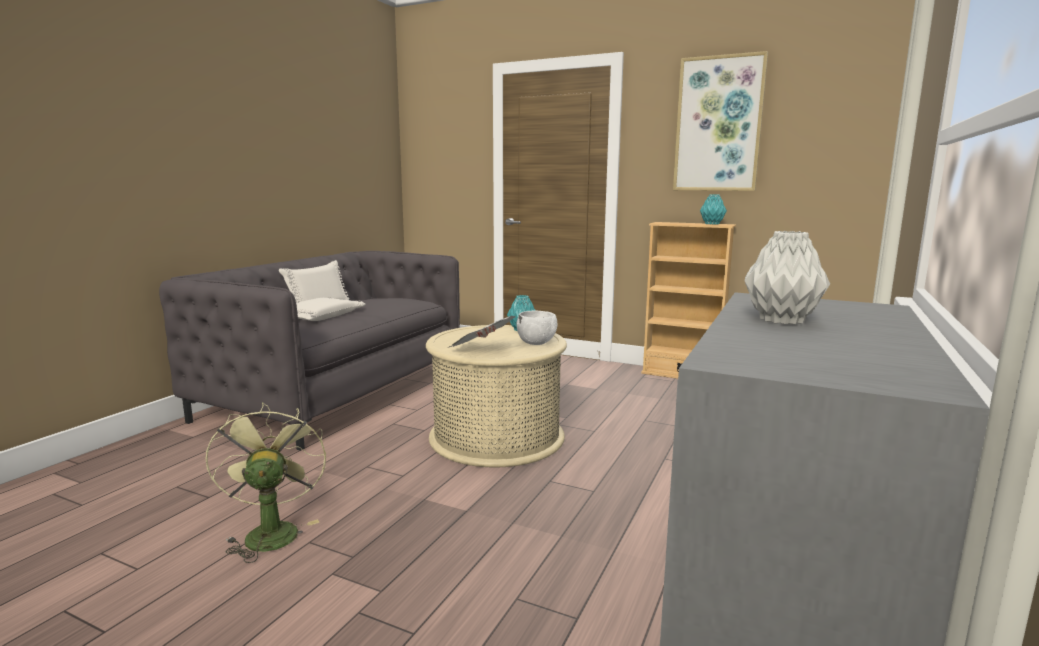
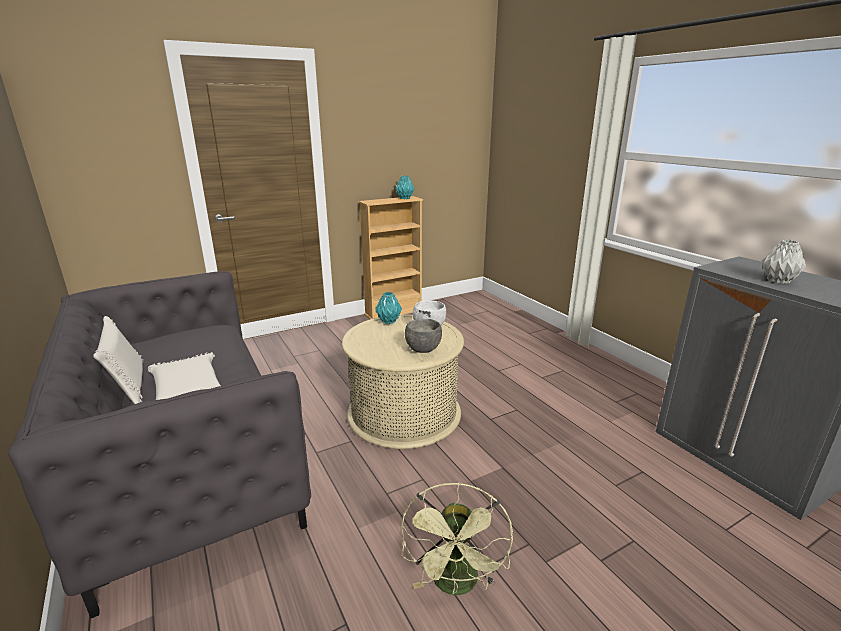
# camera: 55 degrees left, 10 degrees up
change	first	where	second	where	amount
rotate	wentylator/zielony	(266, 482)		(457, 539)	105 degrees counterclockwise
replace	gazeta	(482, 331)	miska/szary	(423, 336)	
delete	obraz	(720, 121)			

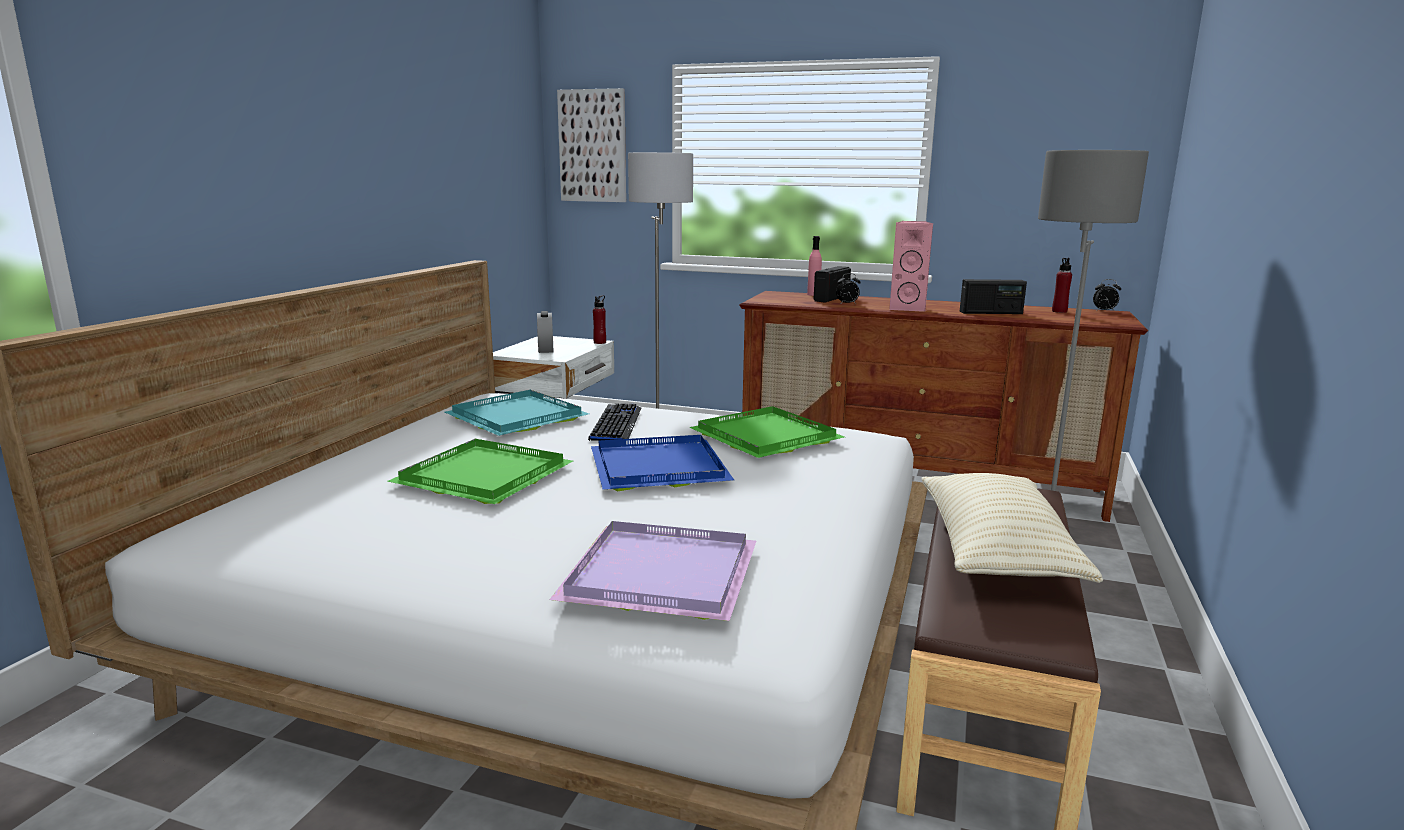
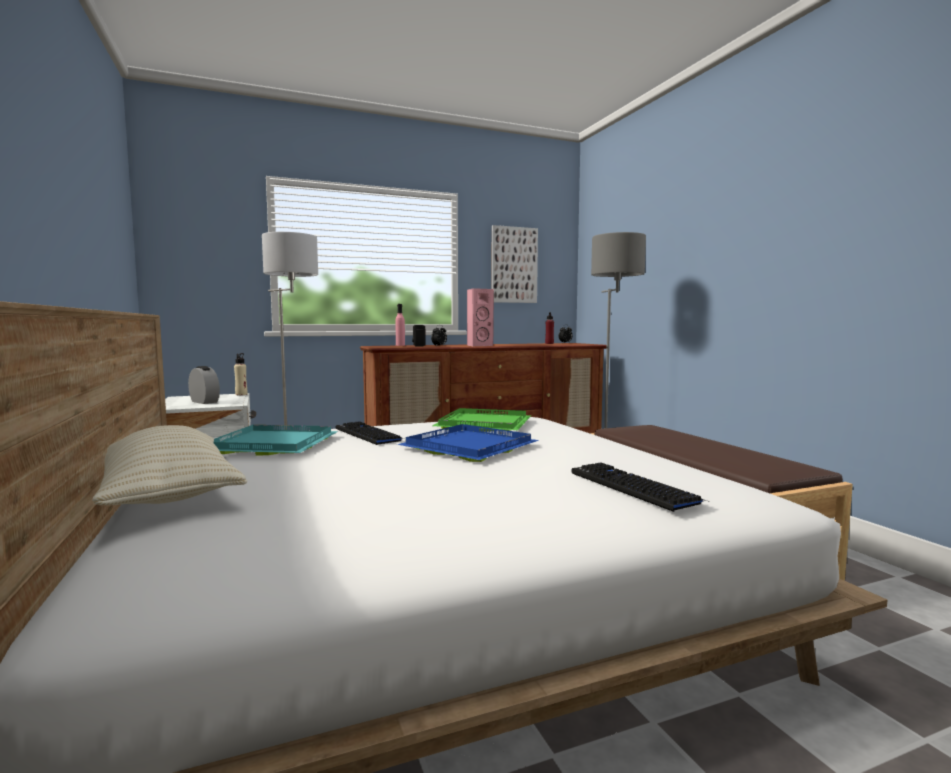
# camera: 40 degrees left, 10 degrees down
change	first	where	second	where	amount
delete	taca/zielony	(480, 471)			
replace	taca/fioletowy	(652, 571)	klawiatura	(639, 487)	
move	obraz	(591, 145)		(514, 264)	
recolor	butelka/czerwony	(599, 319)	butelka/beżowy	(241, 374)	
move	poduszka/beżowy	(1012, 528)		(169, 465)	
delete	radio	(993, 296)			

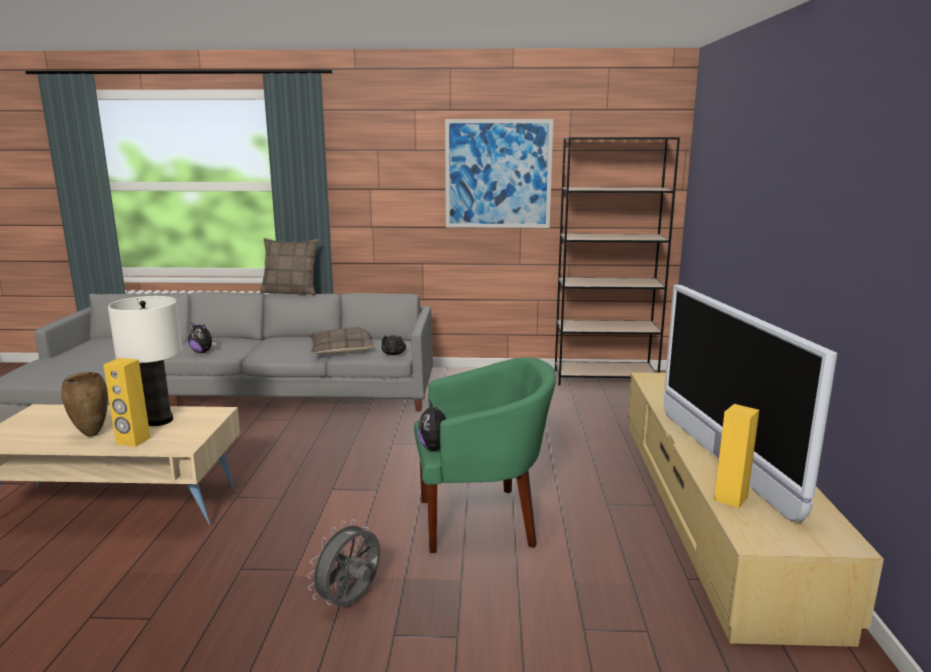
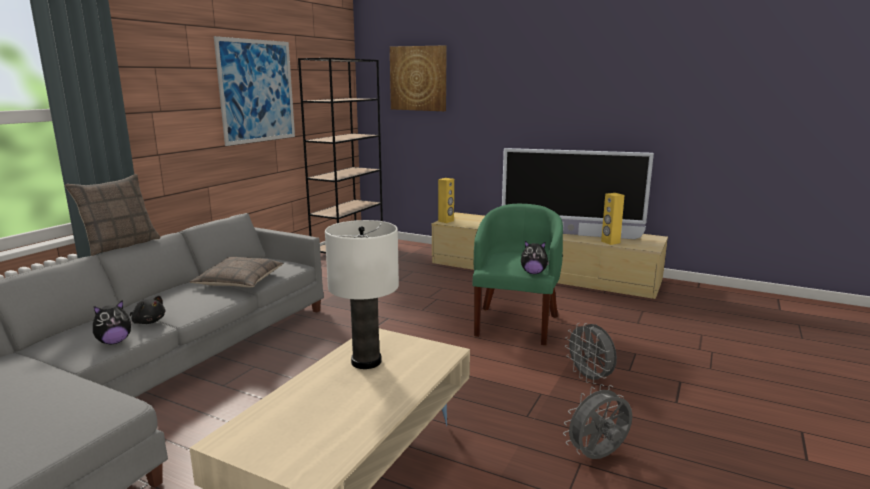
# camera: 65 degrees left, 0 degrees up
change	first	where	second	where	amount
delete	wazon/brązowy	(84, 404)			
move	głośnik/żółty	(127, 402)		(446, 200)	
move	pluszak/czarny	(393, 345)		(147, 310)	
insert			obraz	(418, 78)	
insert			wentylator/szary	(597, 421)	

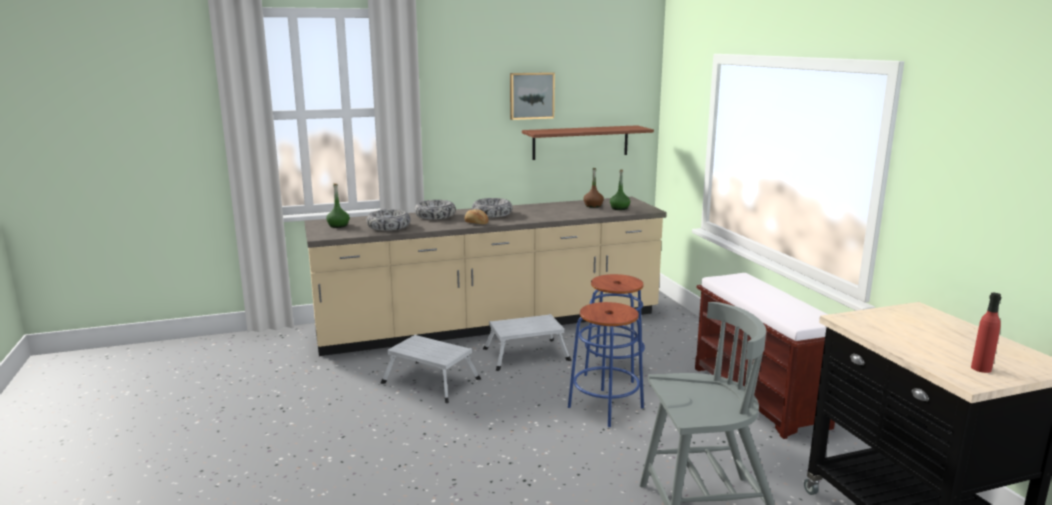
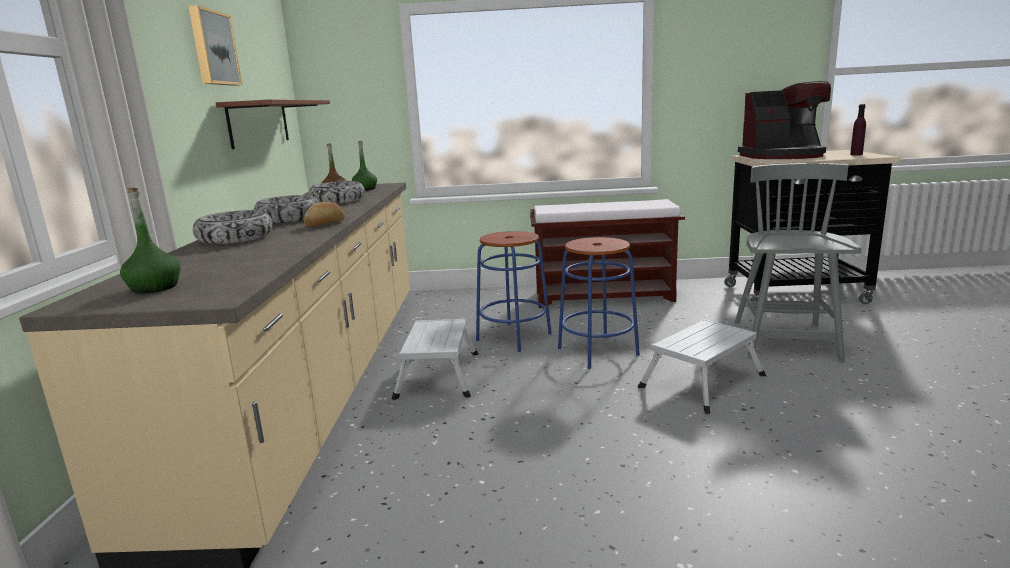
# camera: 70 degrees left, 0 degrees up
change	first	where	second	where	amount
move	miska	(388, 220)		(337, 192)	
move	drabinka/biały	(430, 369)		(702, 366)	
recolor	butelka/czerwony	(986, 333)	butelka/fioletowy	(858, 130)	
insert			ekspres do kawy	(784, 120)	

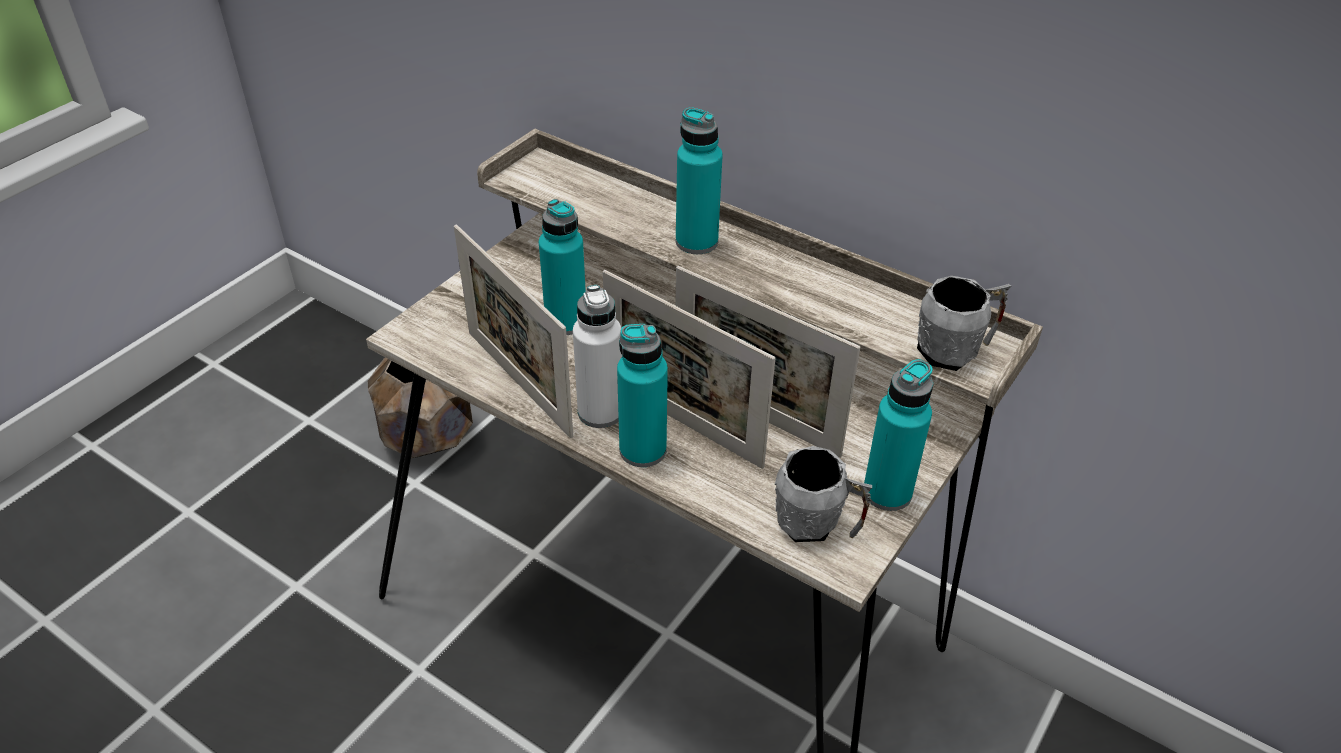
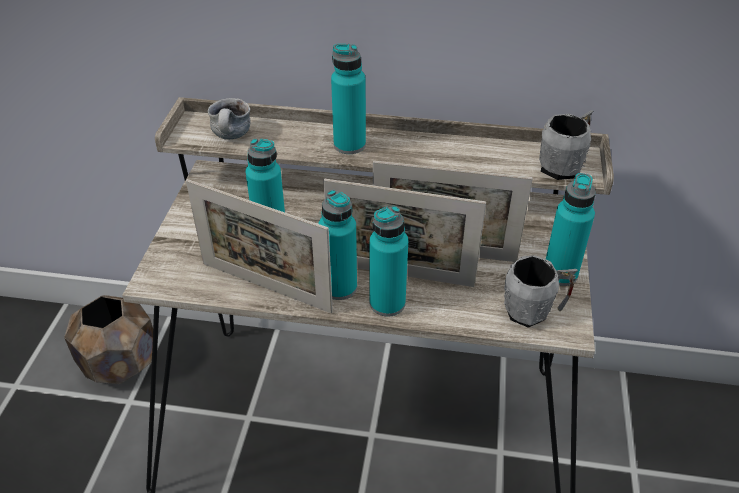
# camera: 25 degrees left, 0 degrees up
change	first	where	second	where	amount
recolor	butelka/biały	(597, 356)	butelka/turkusowy	(337, 245)	
insert			kubek	(229, 118)	

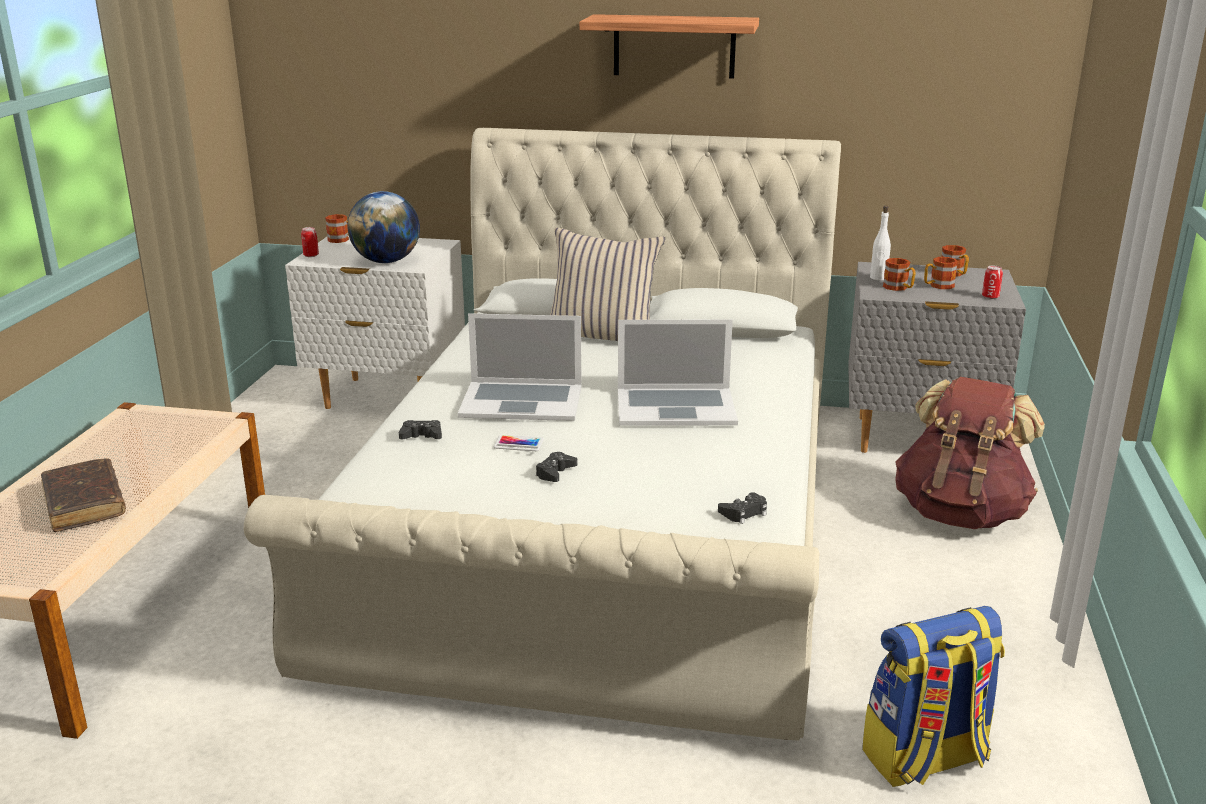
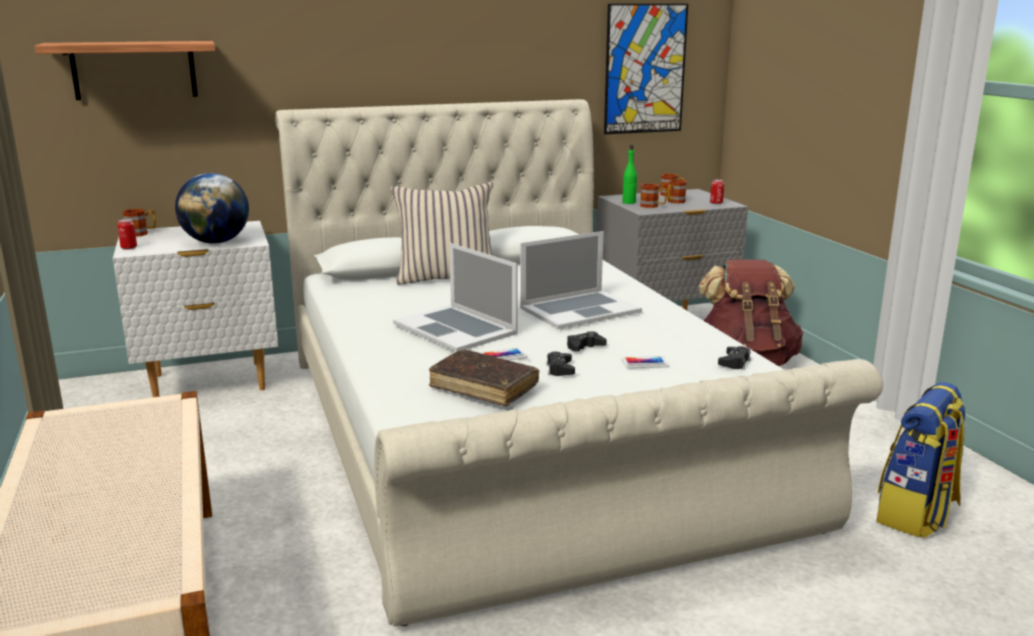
# camera: 30 degrees left, 5 degrees down
change	first	where	second	where	amount
move	książka/brązowy	(83, 495)		(484, 377)	
move	pad do gier/czarny	(420, 429)		(587, 341)	
rotate	laptop	(520, 367)		(455, 297)	75 degrees clockwise
move	półka	(669, 46)		(125, 70)	
recolor	butelka/biały	(880, 243)	butelka/zielony	(629, 174)	
insert			obraz	(646, 69)	
insert			telefon	(645, 362)	

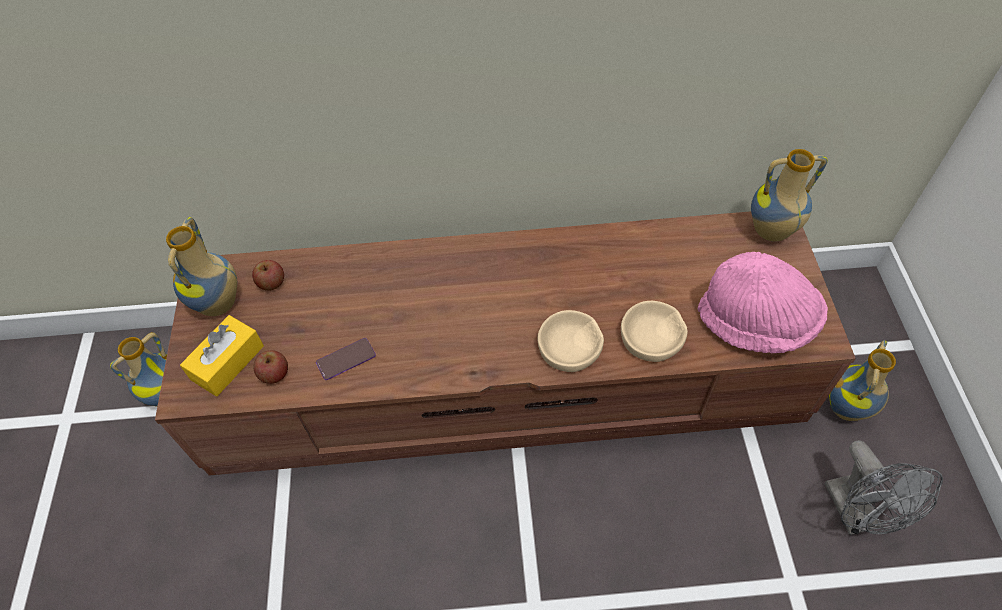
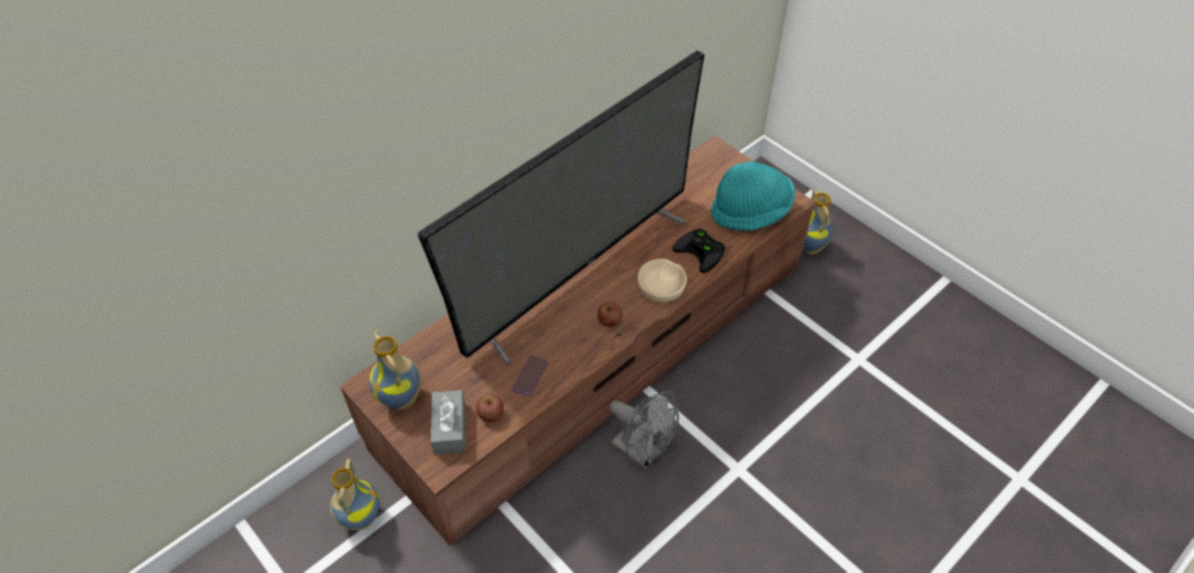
# camera: 40 degrees left, 5 degrees down
change	first	where	second	where	amount
recolor	pudełko chusteczek/żółty	(222, 356)	pudełko chusteczek/szary	(448, 422)	
move	jabłko	(268, 275)		(609, 314)	
replace	miska/beżowy	(654, 331)	pad do gier/czarny	(699, 251)	
recolor	kapelusz/różowy	(763, 302)	kapelusz/turkusowy	(753, 196)	
delete	wazon	(789, 195)			
move	wentylator/szary	(884, 487)		(644, 430)	
insert			telewizor	(561, 207)	

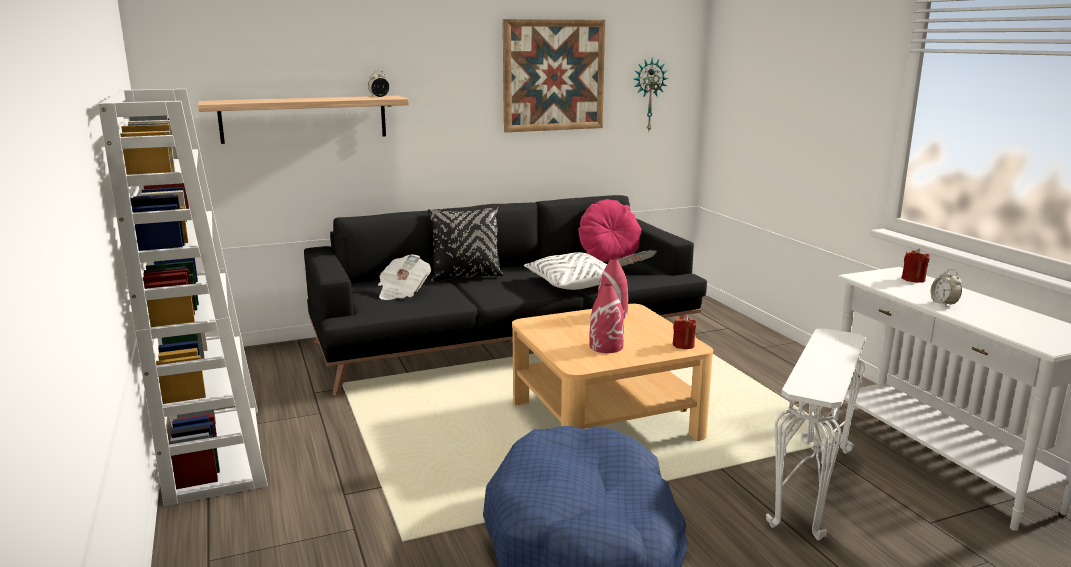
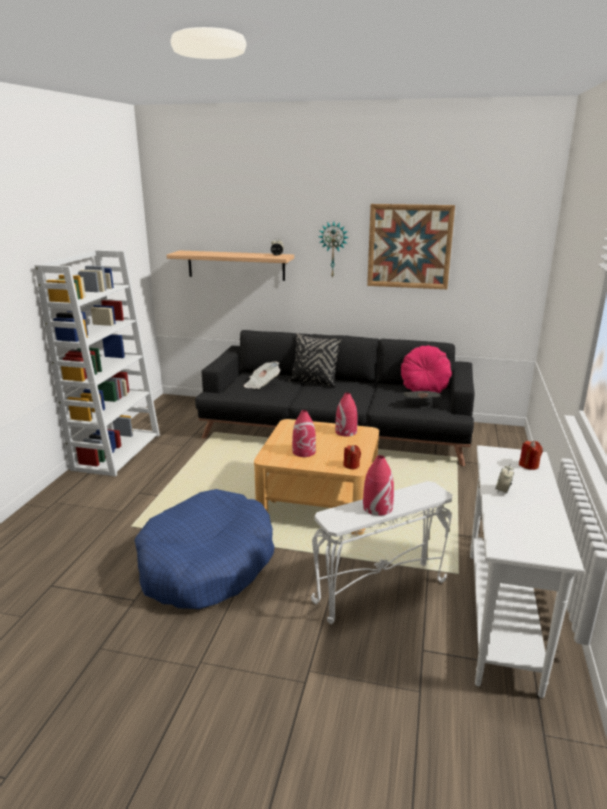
# camera: 35 degrees right, 5 degrees up
change	first	where	second	where	amount
delete	poduszka/biały	(565, 271)			
move	zegar ścienny	(651, 93)		(334, 250)	
insert			wazon/czerwony	(378, 485)	

